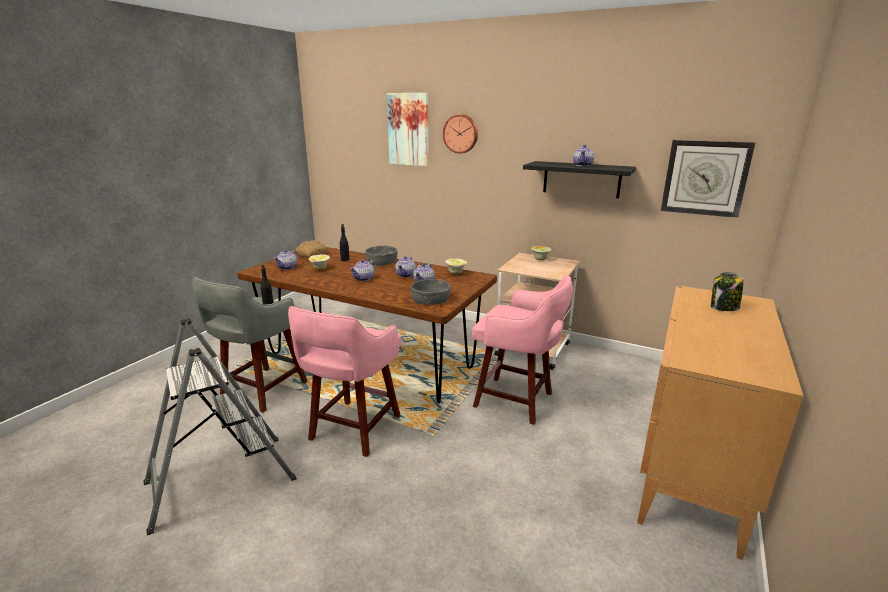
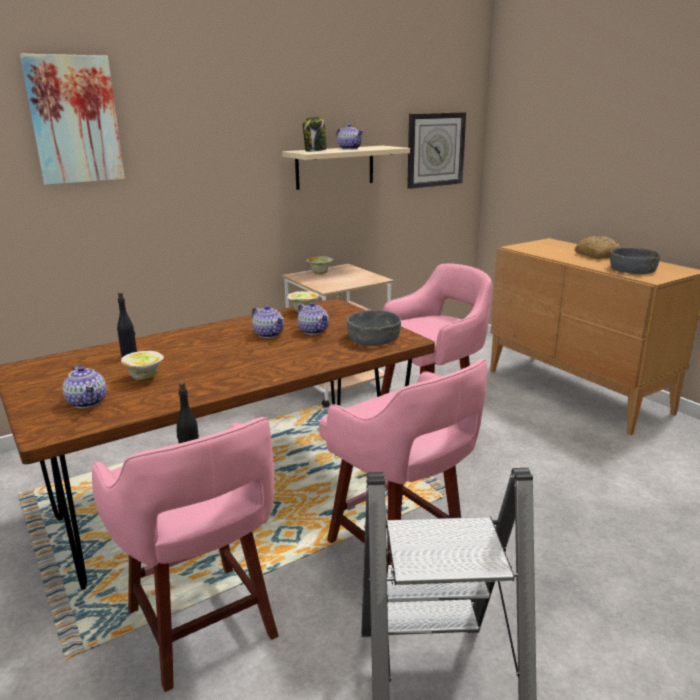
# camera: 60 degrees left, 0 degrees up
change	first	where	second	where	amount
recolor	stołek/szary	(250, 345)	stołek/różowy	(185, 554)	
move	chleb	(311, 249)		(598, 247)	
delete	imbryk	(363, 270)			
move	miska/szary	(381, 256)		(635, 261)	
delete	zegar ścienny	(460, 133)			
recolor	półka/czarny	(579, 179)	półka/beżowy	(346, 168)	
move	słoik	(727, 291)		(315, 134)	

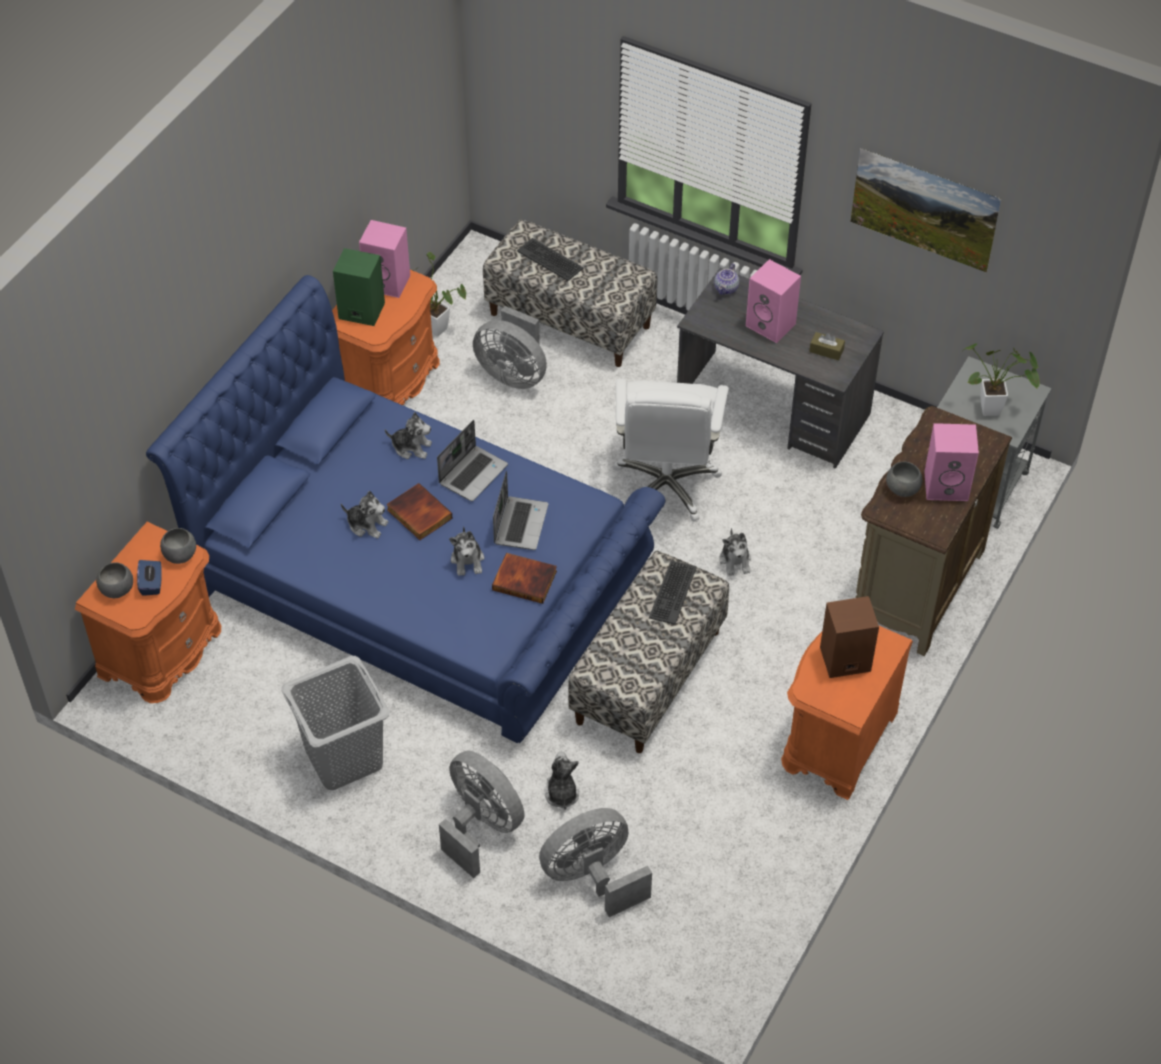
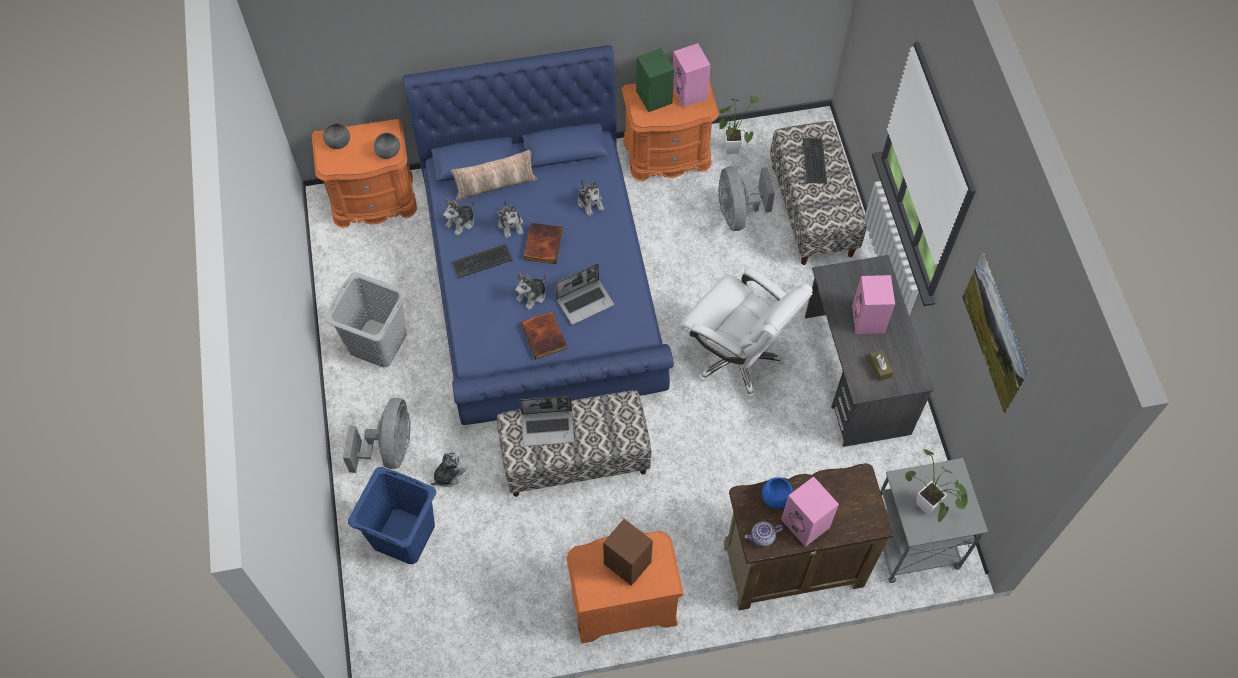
# camera: 50 degrees right, 10 degrees up
change	first	where	second	where	amount
delete	pudełko chusteczek/niebieski	(149, 578)			
move	laptop	(472, 460)		(546, 421)	
replace	wentylator/szary	(595, 862)	kosz na pranie/niebieski	(392, 515)	
rotate	krzesło biurowe/biały	(671, 450)		(747, 333)	105 degrees counterclockwise
move	klawiatura	(673, 592)		(482, 261)	
move	imbryk	(726, 279)		(764, 534)	
move	pluszak	(735, 552)		(459, 217)	
recolor	miska/szary	(904, 479)	miska/niebieski	(777, 493)	
insert			poduszka	(494, 175)	

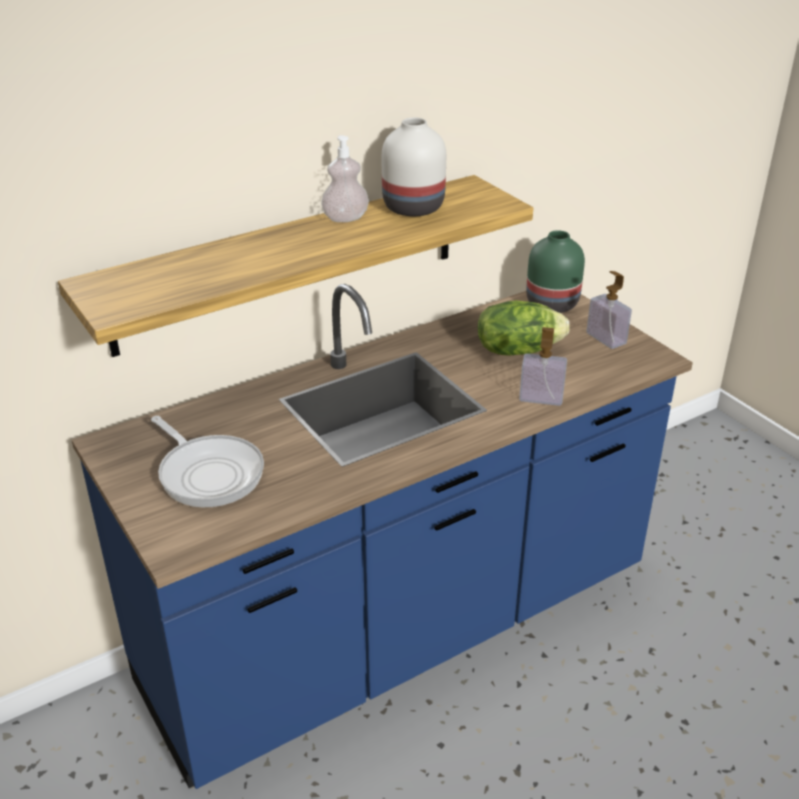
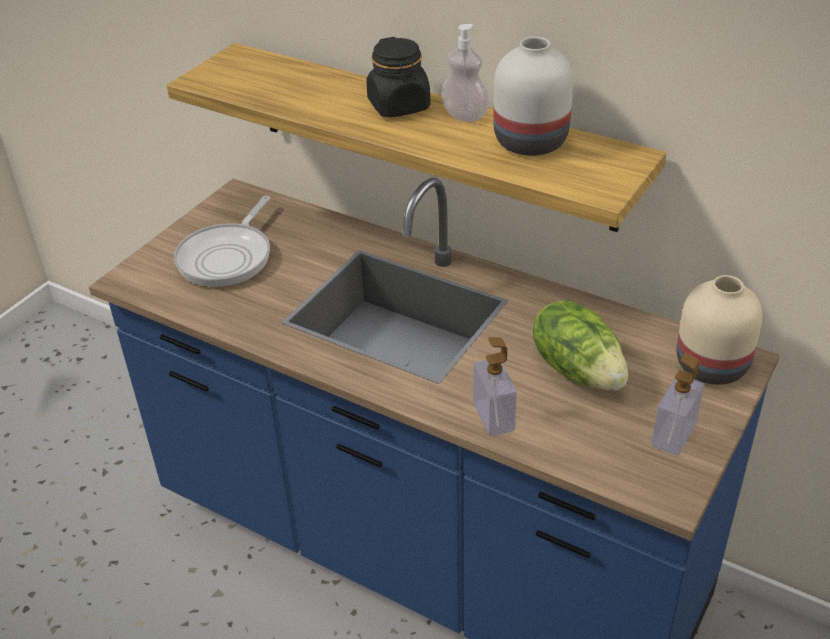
# camera: 65 degrees right, 5 degrees up
change	first	where	second	where	amount
recolor	wazon/zielony	(555, 271)	wazon/beżowy	(720, 330)	
insert			słoik/czarny	(398, 77)	

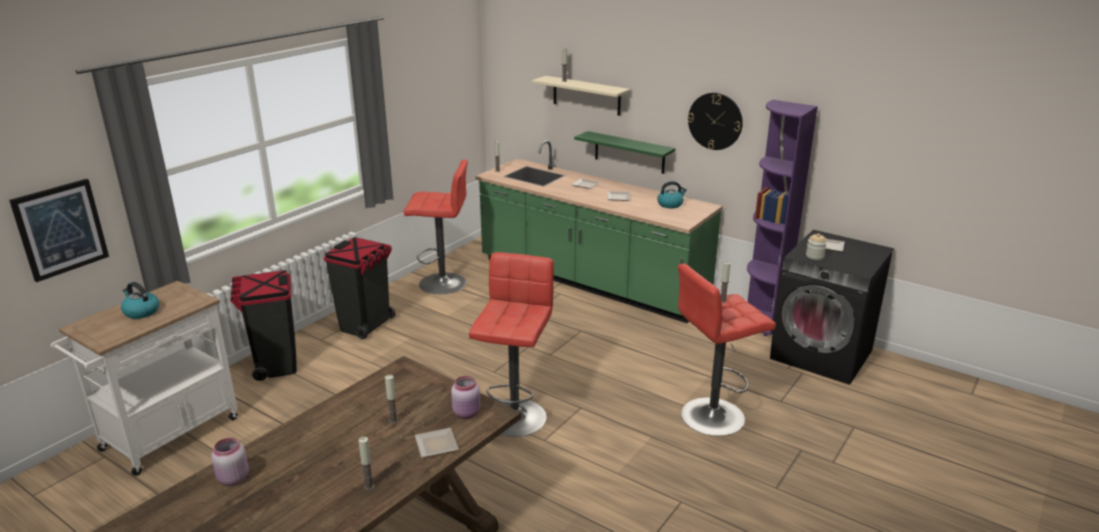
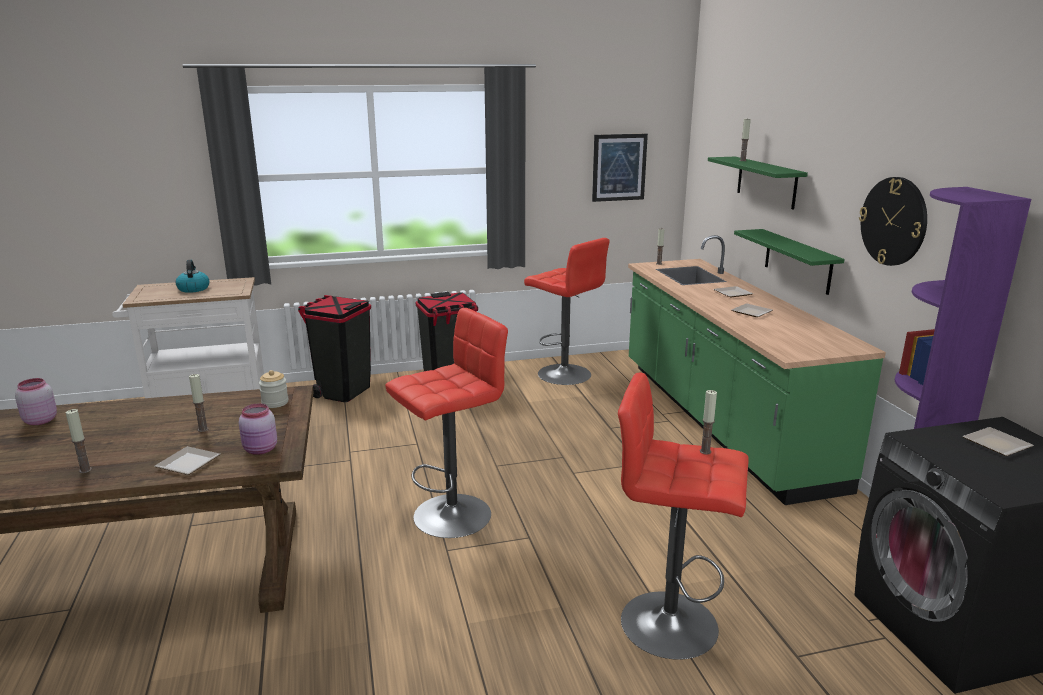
# camera: 40 degrees right, 5 degrees down
change	first	where	second	where	amount
move	obraz	(59, 230)		(620, 168)	
recolor	półka/beżowy	(581, 96)	półka/zielony	(758, 183)	
delete	czajnik	(672, 194)			
move	słoik	(816, 246)		(274, 389)	

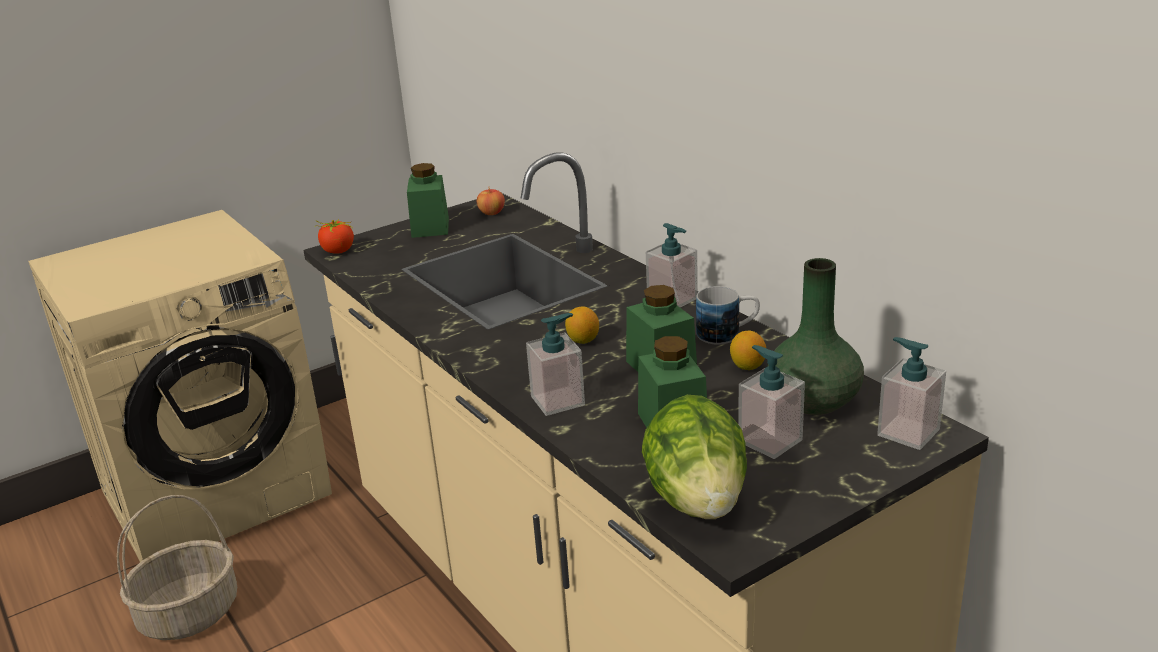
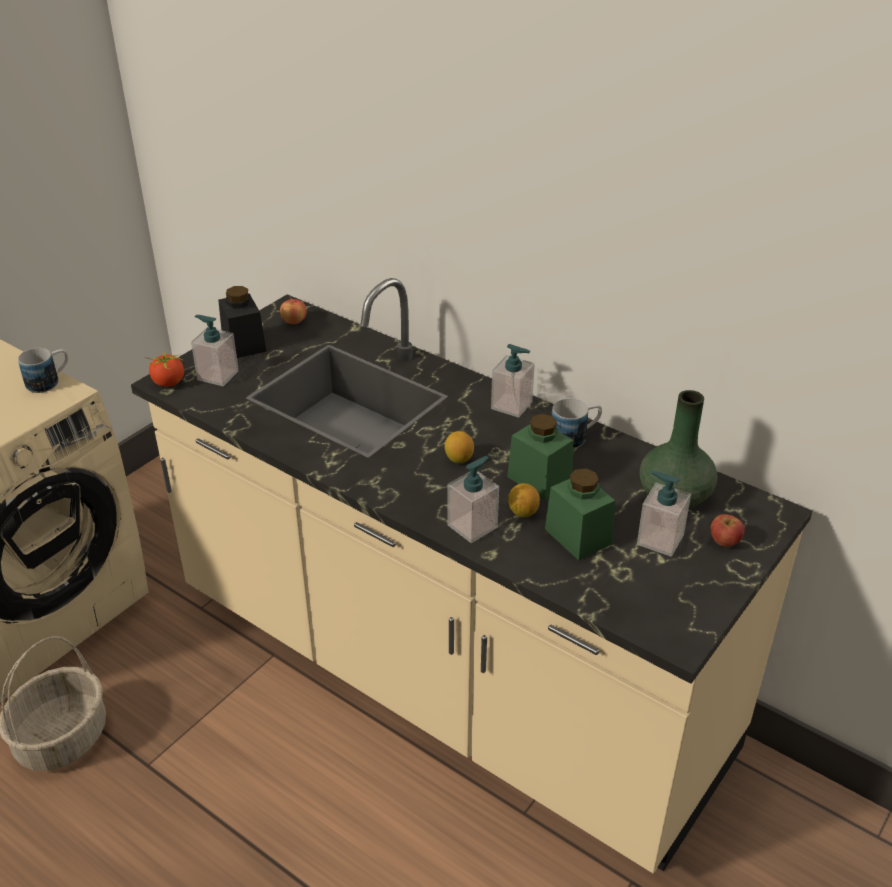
# camera: 20 degrees left, 10 degrees up
change	first	where	second	where	amount
recolor	słoik/zielony	(428, 200)	słoik/czarny	(242, 322)	
delete	sałata	(694, 457)			
move	cytryna	(748, 350)		(524, 500)	
move	dozownik mydła	(911, 393)		(215, 350)	
insert			kubek	(43, 370)	
insert			jabłko	(727, 530)	

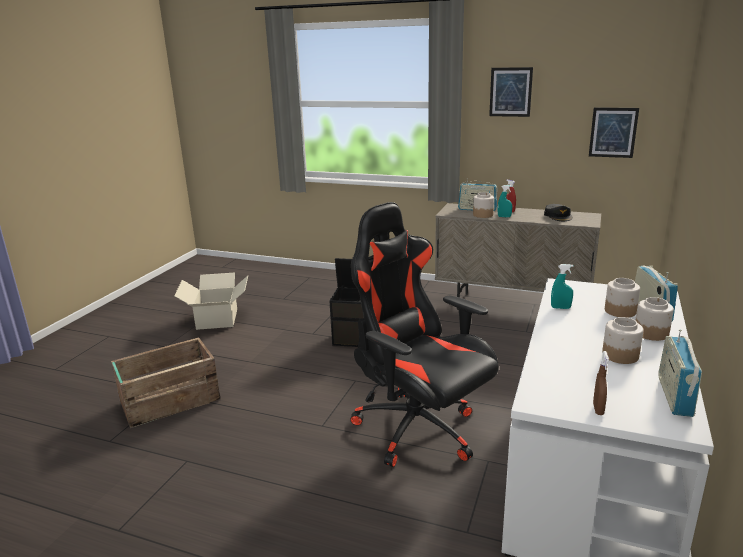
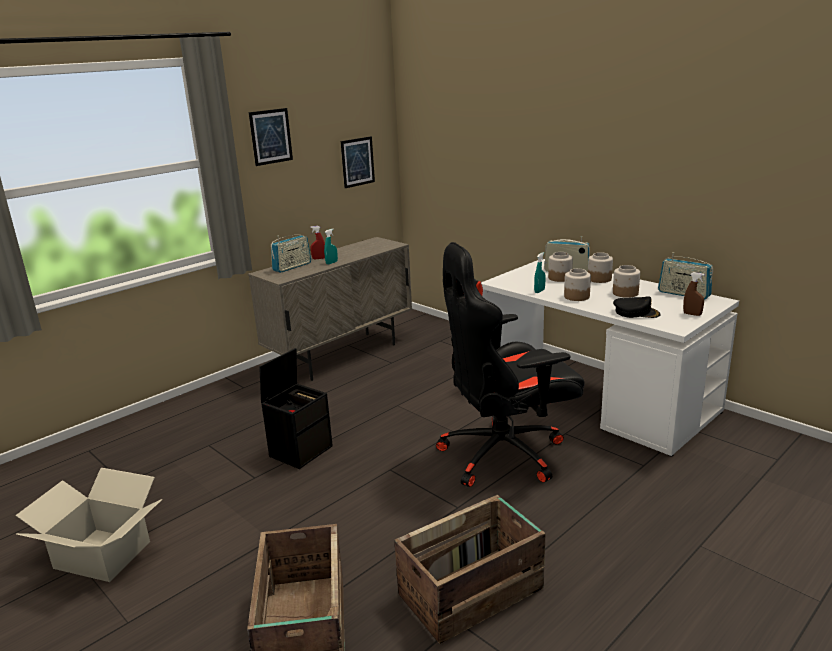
# camera: 65 degrees left, 0 degrees up
change	first	where	second	where	amount
move	słoik	(483, 205)		(577, 284)	
move	czapka z daszkiem/czarny	(558, 212)		(637, 307)	
insert			skrzynka	(469, 569)	

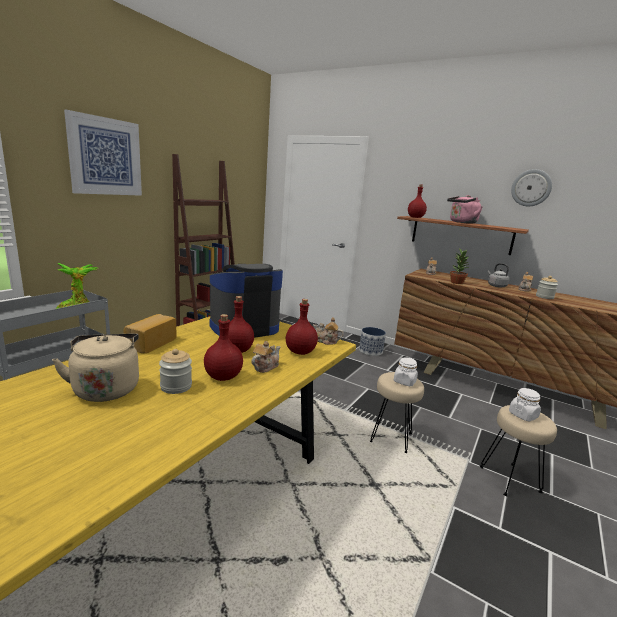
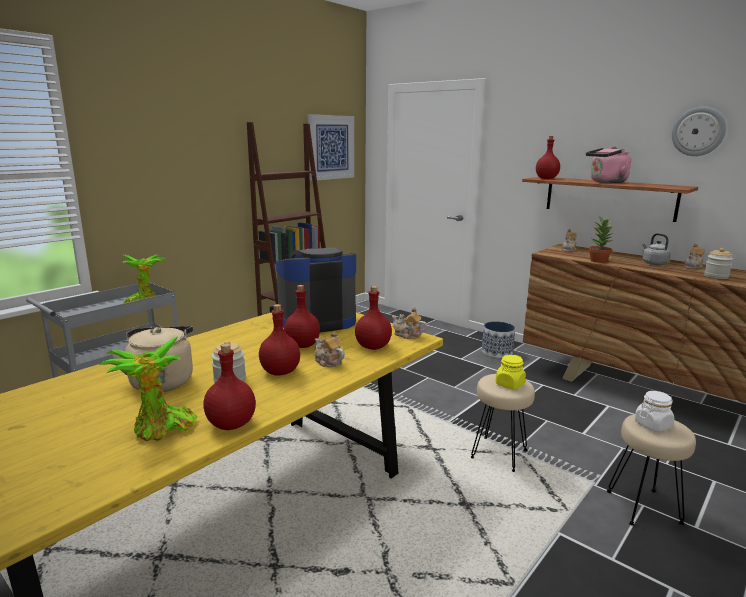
# camera: 10 degrees right, 0 degrees up
change	first	where	second	where	amount
move	obraz	(103, 153)		(331, 147)	
delete	chleb	(150, 333)			
rotate	imbryk	(265, 357)		(329, 349)	90 degrees counterclockwise
recolor	słoik/biały	(406, 371)	słoik/żółty	(510, 372)	
insert			roślina doniczkowa	(148, 389)	
insert			butelka/czerwony	(229, 386)	

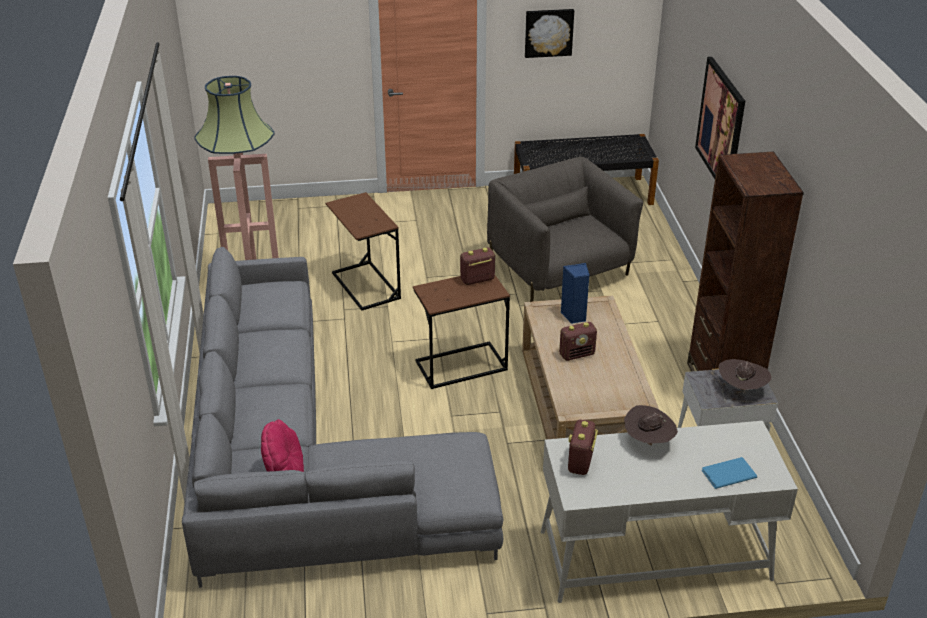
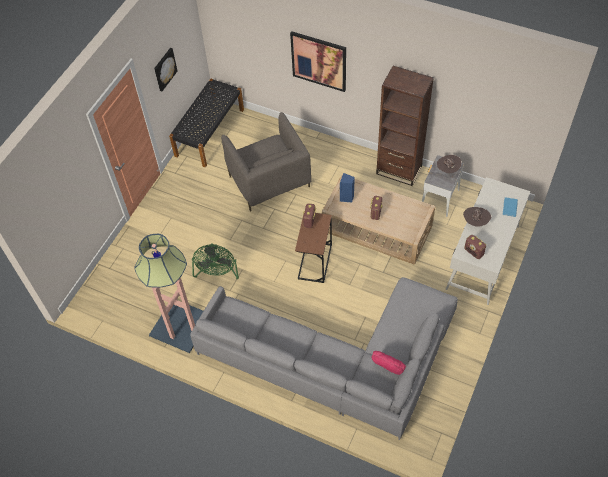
# camera: 55 degrees left, 20 degrees up
change	first	where	second	where	amount
replace	stolik/brązowy	(363, 251)	wentylator/zielony	(215, 261)	
rotate	fotel/szary	(565, 229)		(266, 161)	120 degrees counterclockwise

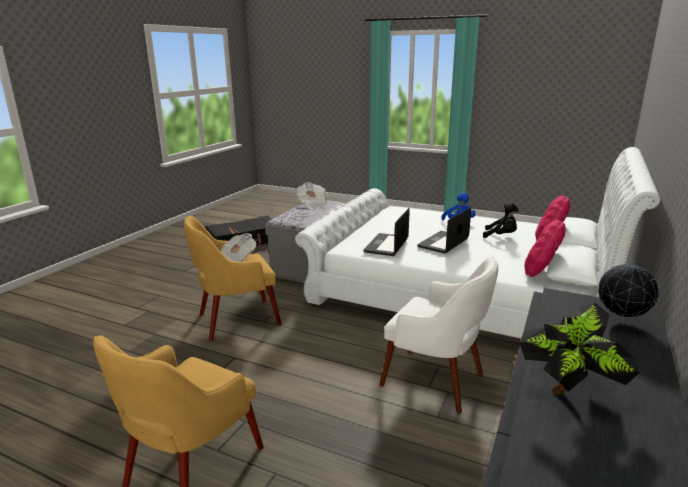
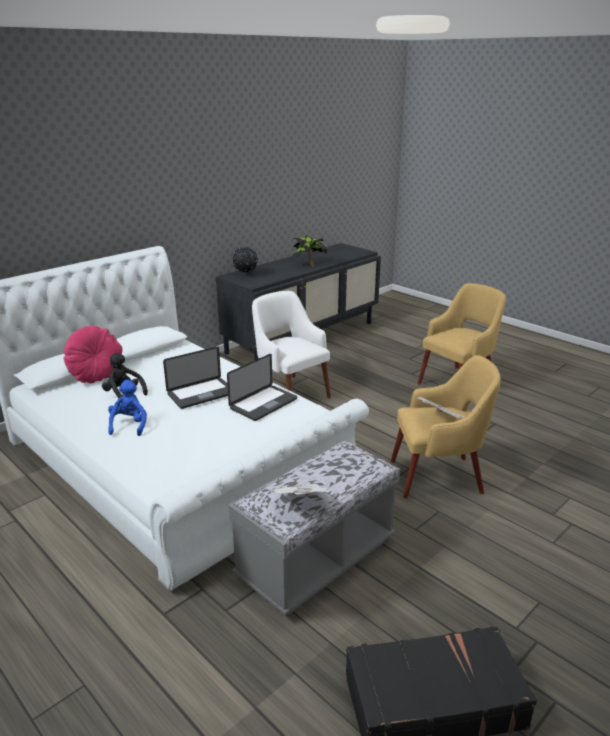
# camera: 160 degrees left, 5 degrees up
change	first	where	second	where	amount
delete	poduszka/różowy	(545, 248)			

